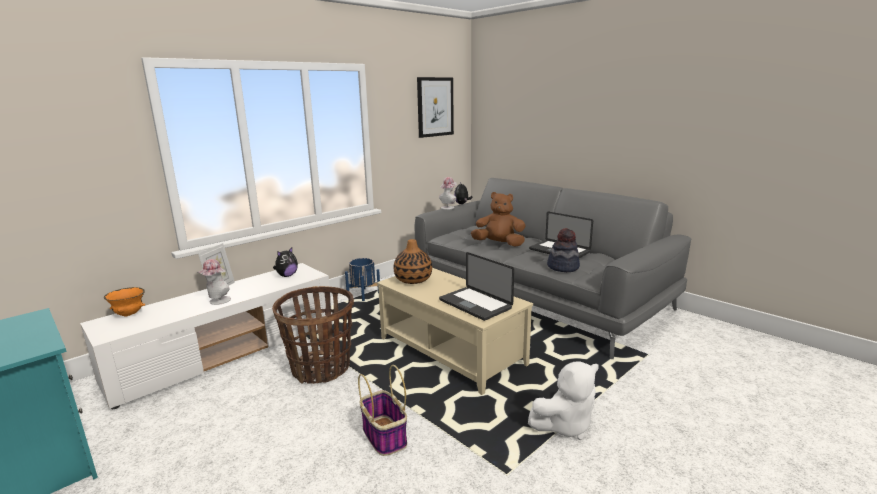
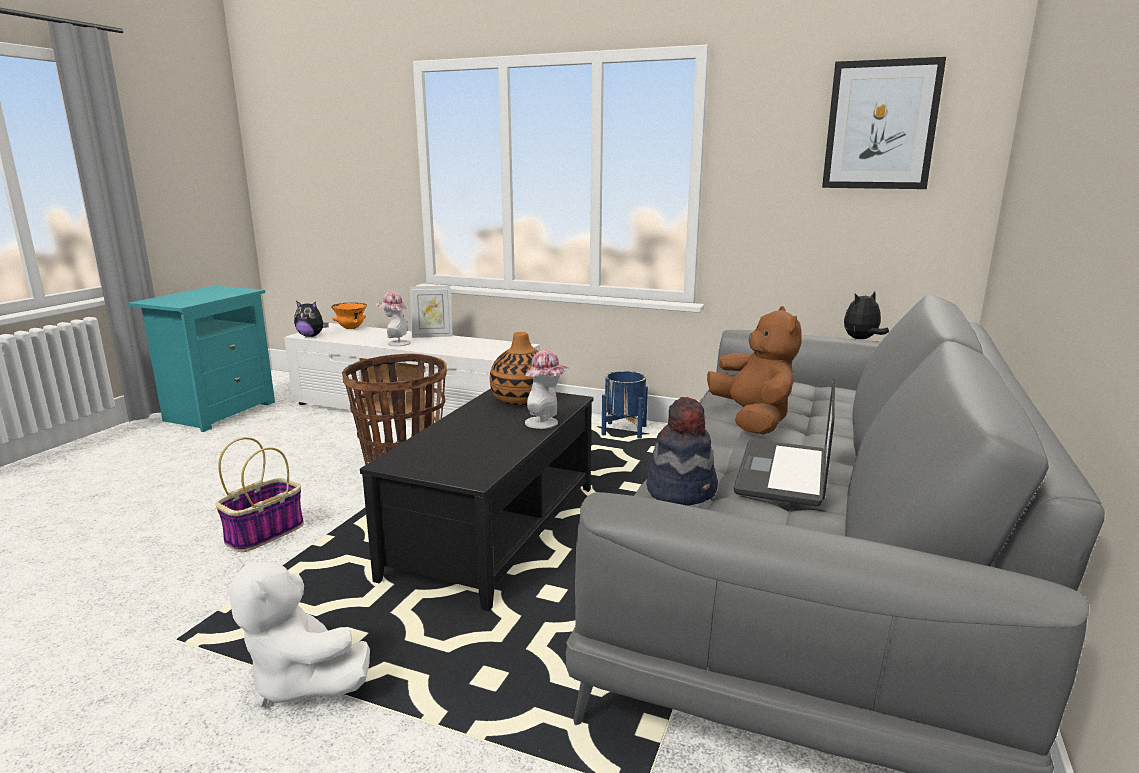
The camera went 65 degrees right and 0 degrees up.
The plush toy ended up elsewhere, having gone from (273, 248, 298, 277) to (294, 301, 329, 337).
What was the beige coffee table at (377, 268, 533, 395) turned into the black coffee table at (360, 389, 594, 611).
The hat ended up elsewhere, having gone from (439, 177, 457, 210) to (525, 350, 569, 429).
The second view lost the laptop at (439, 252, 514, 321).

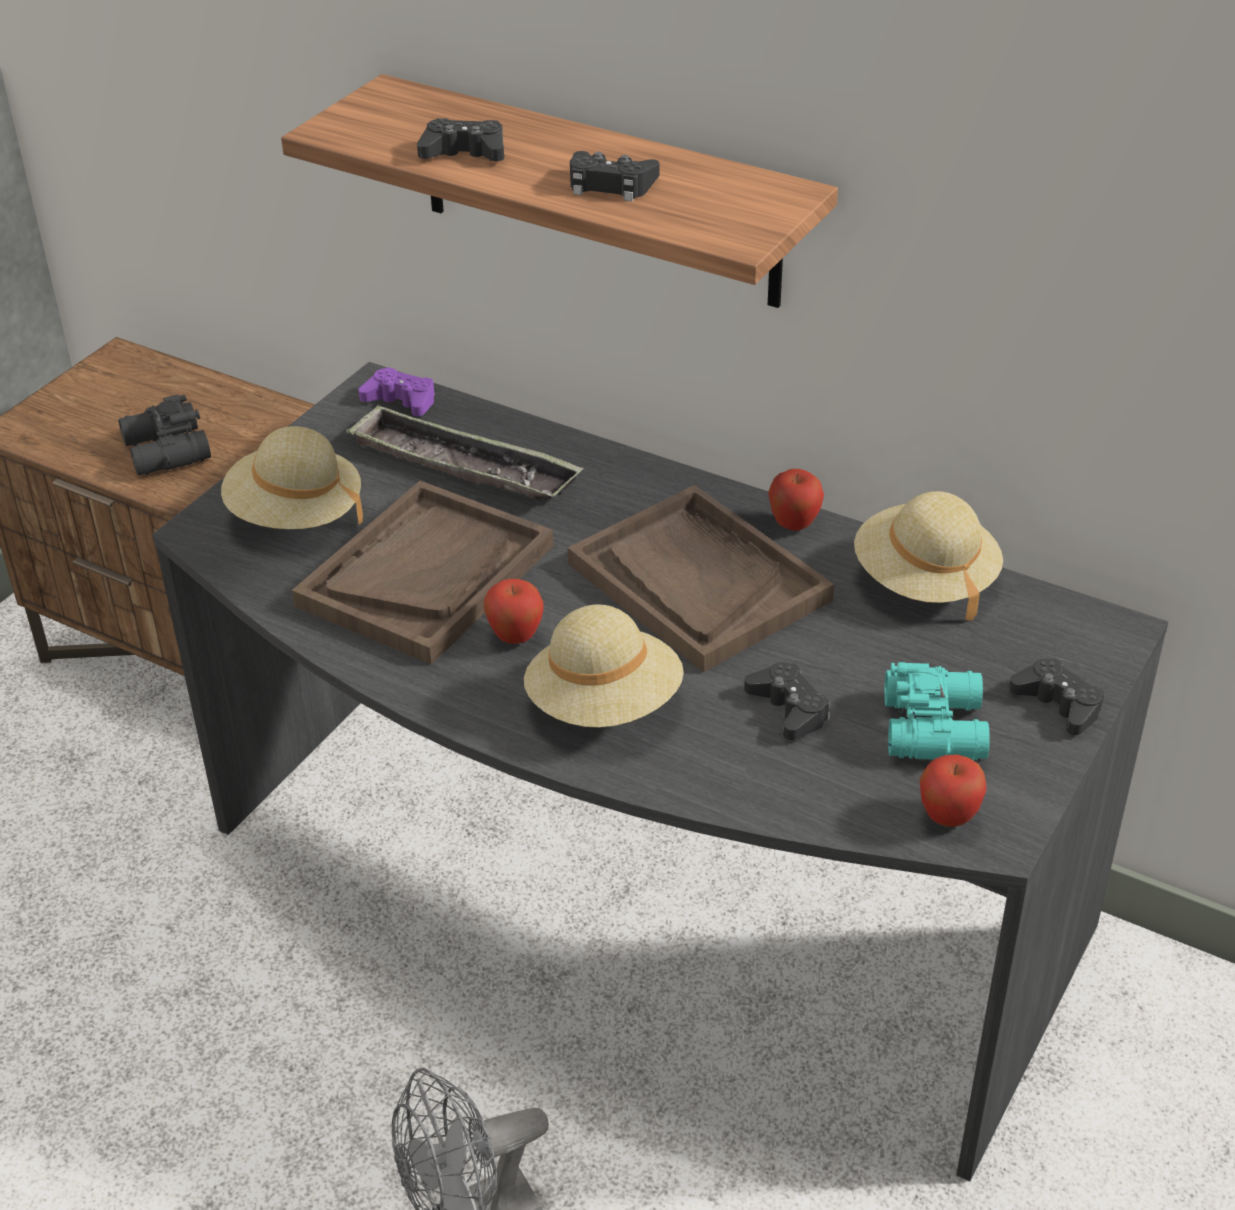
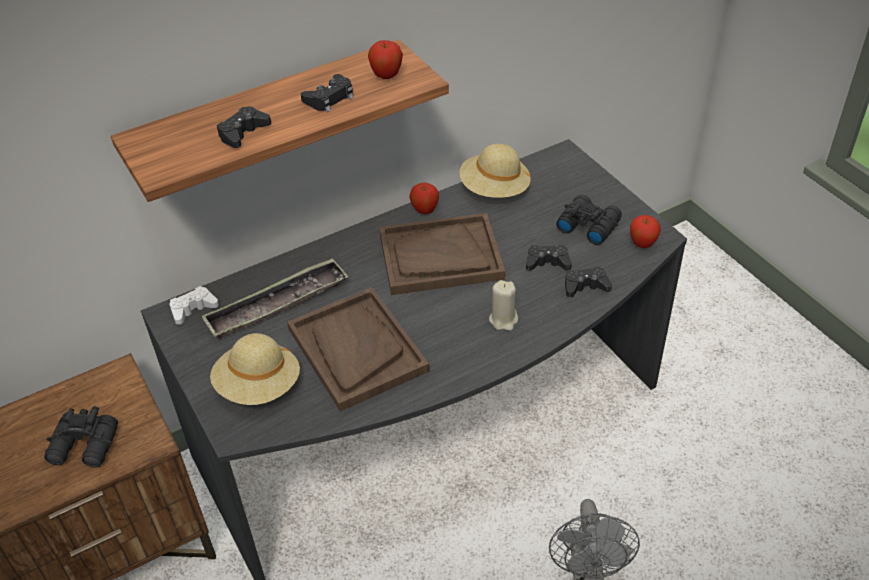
The camera went 60 degrees left and 5 degrees up.
What was the purple game controller at (359, 367, 435, 416) turned into the white game controller at (170, 286, 219, 325).
The apple ended up elsewhere, having gone from (484, 579, 544, 644) to (368, 40, 403, 79).
Where the beige hat stood at (524, 604, 684, 728), the beige candle came to stand at (489, 280, 518, 331).
What was the turquoise binoculars at (885, 662, 990, 760) turned into the black binoculars at (556, 195, 622, 245).
The black game controller ended up elsewhere, having gone from (1009, 658, 1104, 735) to (565, 266, 612, 297).

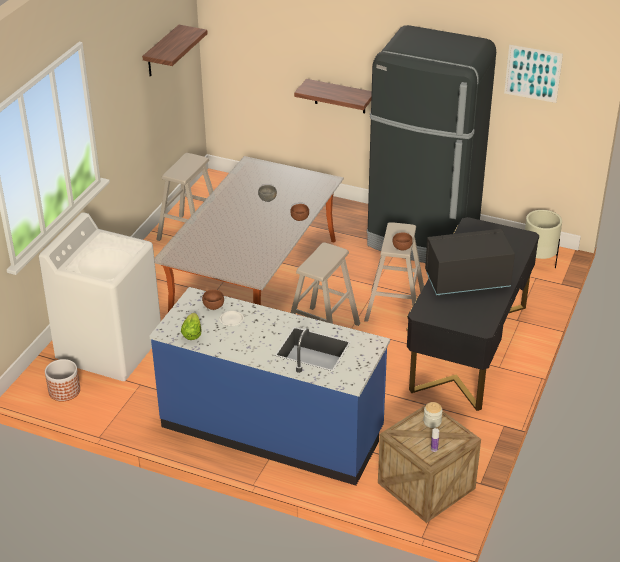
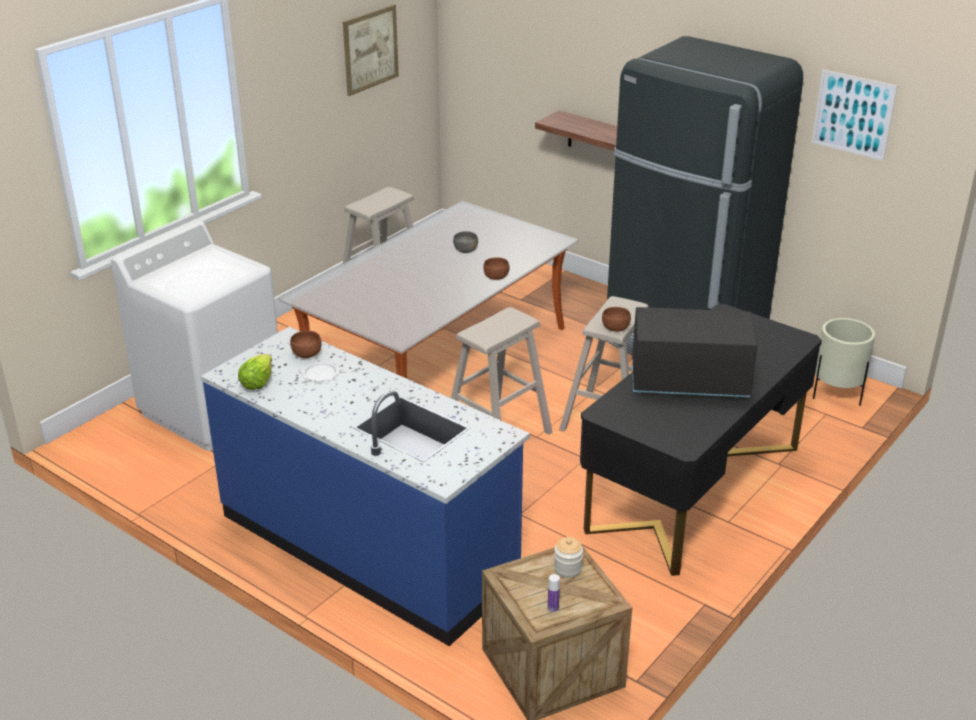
The camera went 15 degrees right and 5 degrees down.
Where the shelf hung at (142, 25, 208, 77), the picture came to hang at (343, 4, 399, 96).
The second view lost the planter at (45, 359, 80, 401).

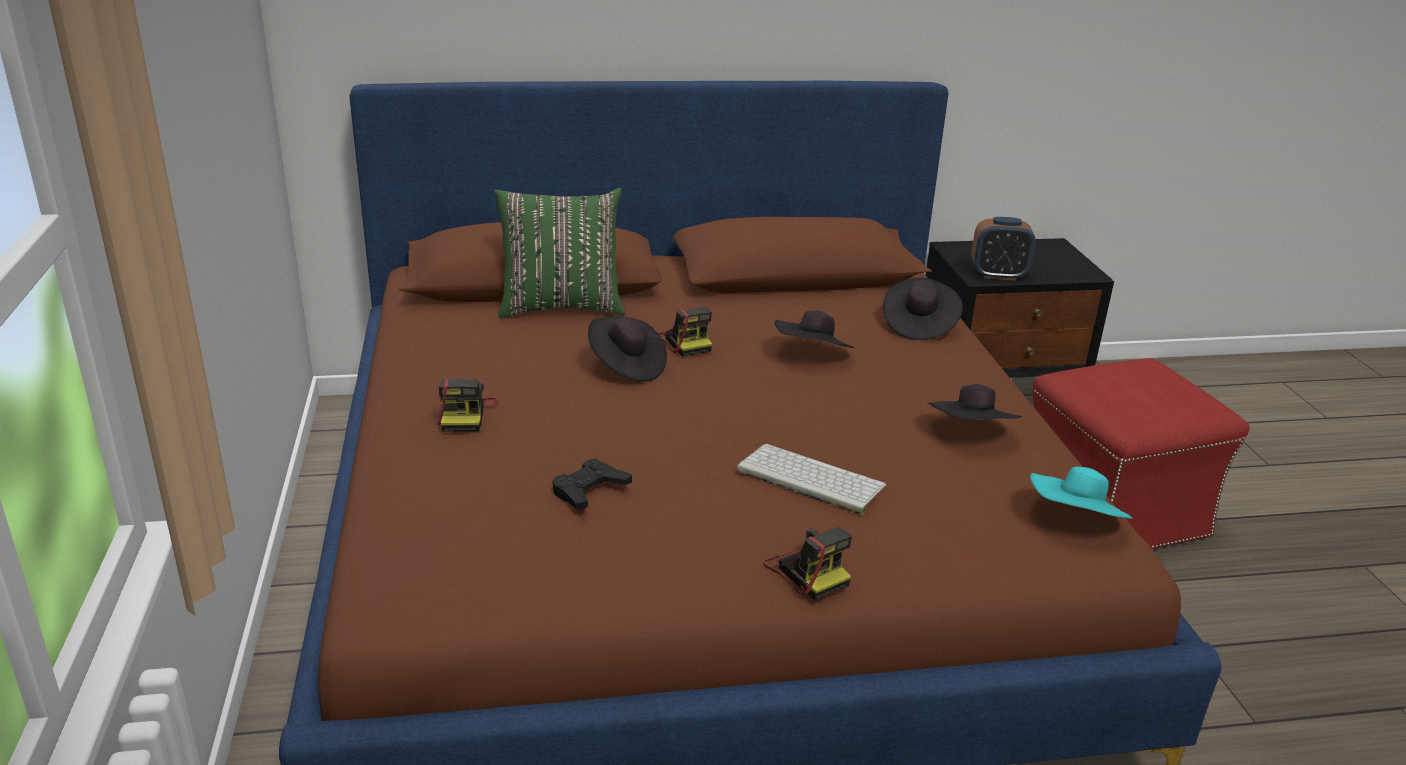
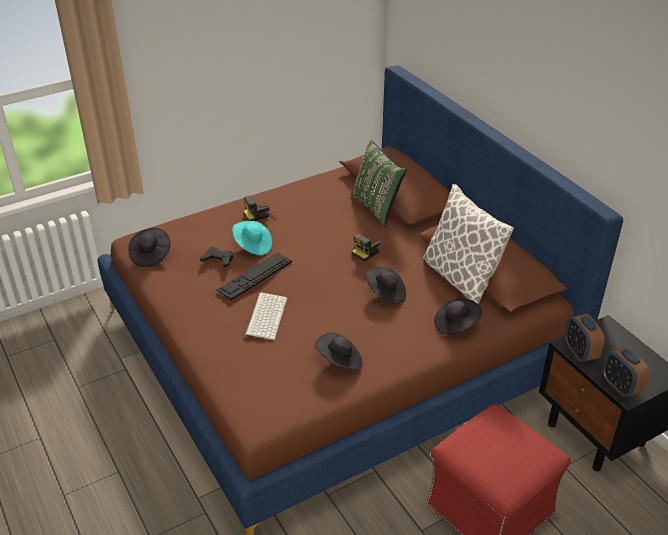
The camera went 70 degrees right and 10 degrees up.
The black hat ended up elsewhere, having gone from (588, 316, 667, 382) to (128, 228, 170, 267).
The second view gained the keyboard at (217, 253, 292, 300).
The turquoise hat ended up elsewhere, having gone from (1030, 467, 1132, 519) to (232, 221, 272, 255).
The second view gained the pillow at (423, 184, 514, 305).
The second view gained the alarm clock at (602, 346, 650, 397).
The second view lost the photo camera at (763, 527, 852, 600).

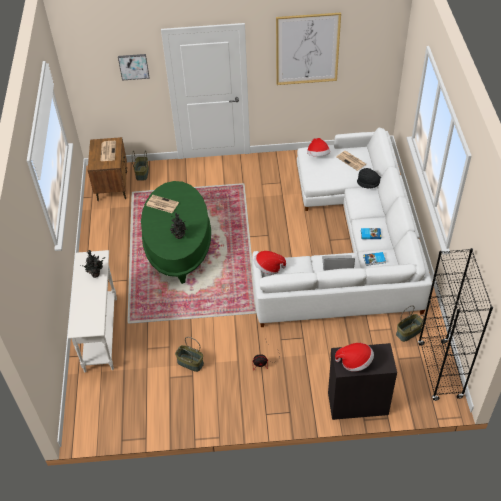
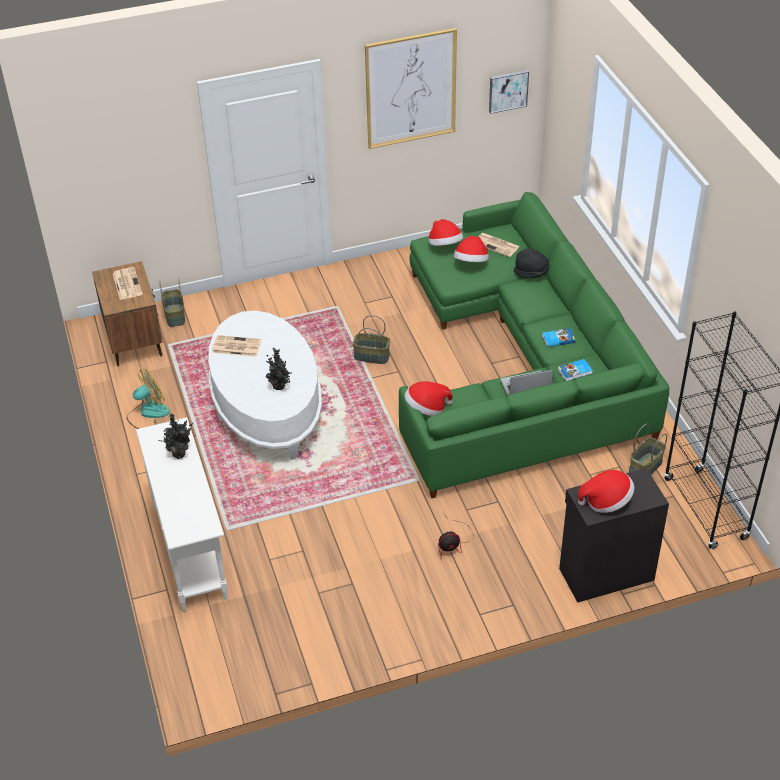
The camera went 15 degrees left and 5 degrees down.
The second view gained the fan at (127, 369, 170, 429).
What was the green coffee table at (141, 181, 211, 284) turned into the white coffee table at (208, 311, 322, 460).
The basket ended up elsewhere, having gone from (175, 337, 204, 372) to (353, 315, 390, 364).
What was the white sofa at (252, 128, 432, 327) turned into the green sofa at (399, 192, 669, 498).
The second view gained the hat at (454, 236, 489, 262).
The picture ended up elsewhere, having gone from (118, 54, 149, 81) to (489, 70, 529, 114).

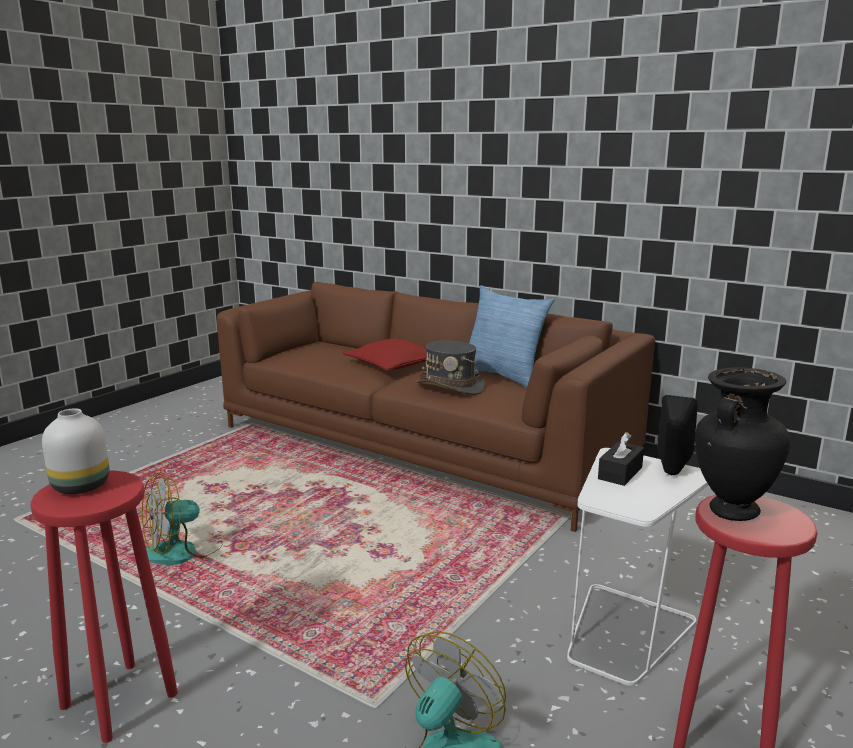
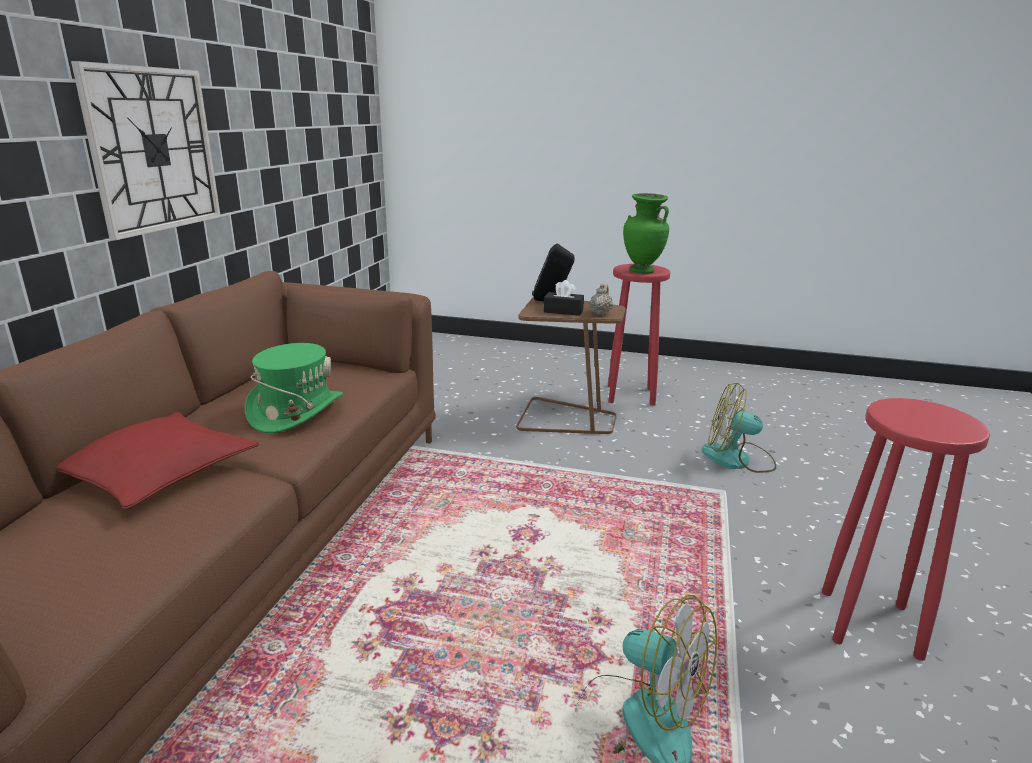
The camera went 110 degrees left and 5 degrees up.
The second view gained the wall clock at (71, 61, 221, 240).
What was the grey hat at (416, 341, 485, 395) turned into the green hat at (245, 343, 343, 433).
What was the white side table at (567, 448, 708, 686) turned into the brown side table at (516, 296, 626, 434).
The second view gained the beige teapot at (590, 284, 613, 315).
What was the black vase at (695, 367, 790, 521) turned into the green vase at (623, 193, 669, 274).
The second view lost the white vase at (42, 408, 109, 494).
The second view lost the pillow at (469, 285, 555, 388).

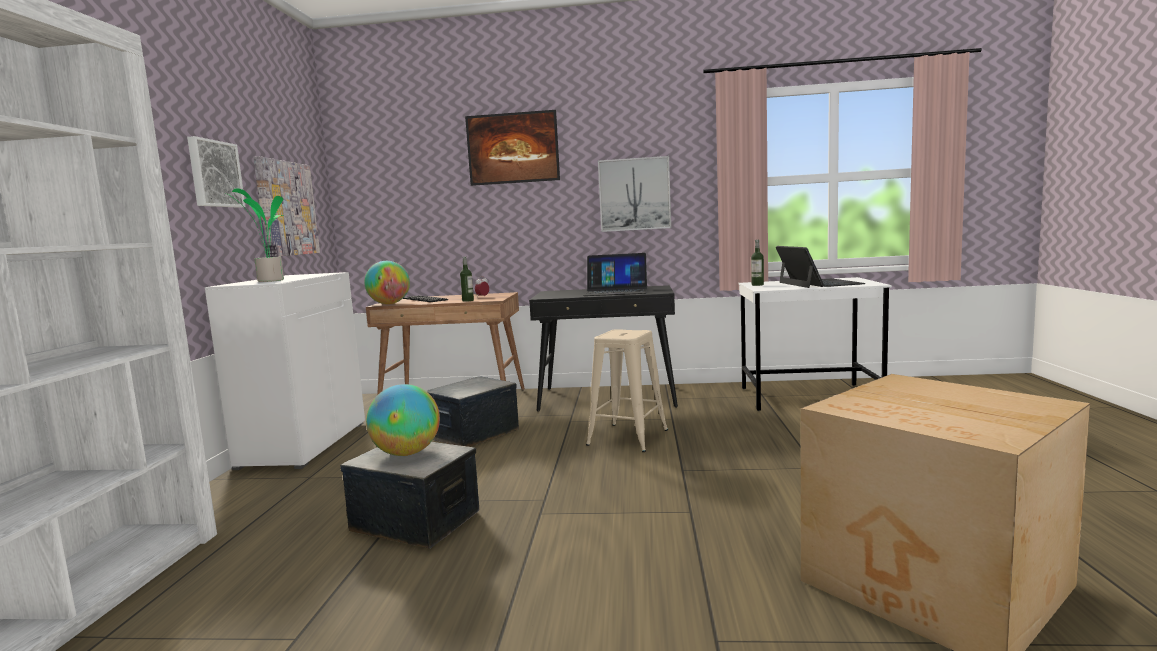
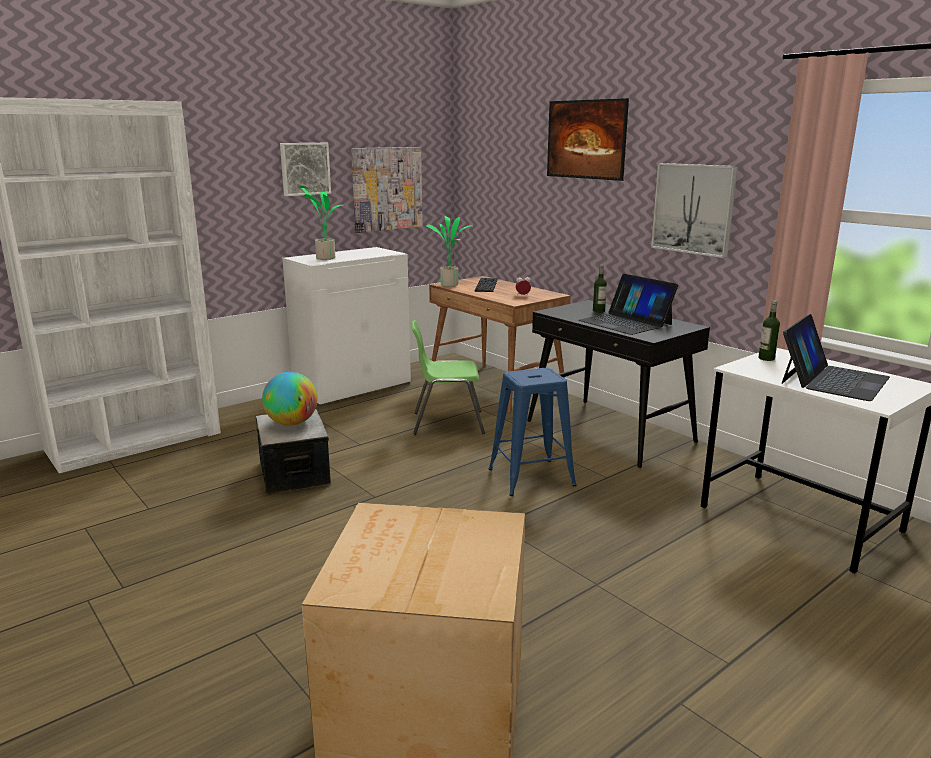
The camera went 45 degrees right and 10 degrees up.
Where the storage box stood at (426, 376, 519, 447), the green chair came to stand at (412, 320, 485, 435).
Where the globe stood at (364, 261, 410, 304), the potted plant came to stand at (426, 216, 472, 287).
What was the beige stool at (586, 329, 668, 452) turned into the blue stool at (488, 368, 577, 496).
The bottle ended up elsewhere, having gone from (460, 257, 474, 302) to (593, 265, 607, 313).

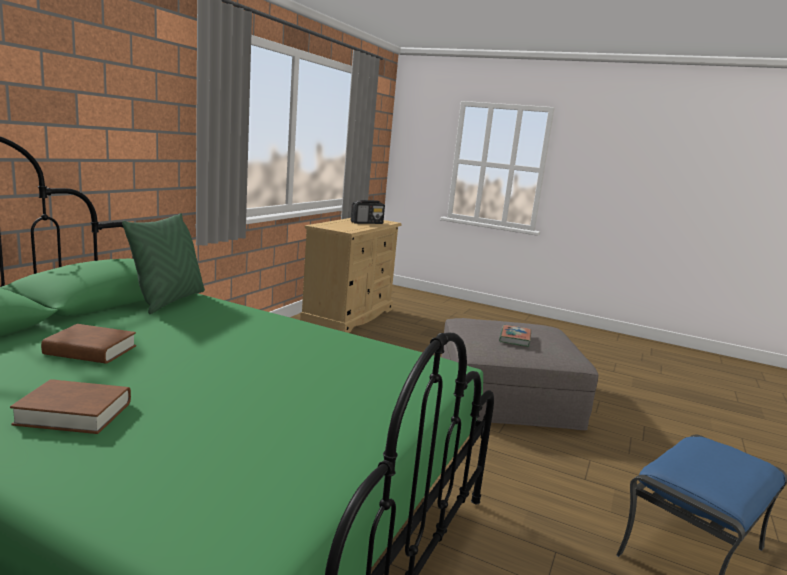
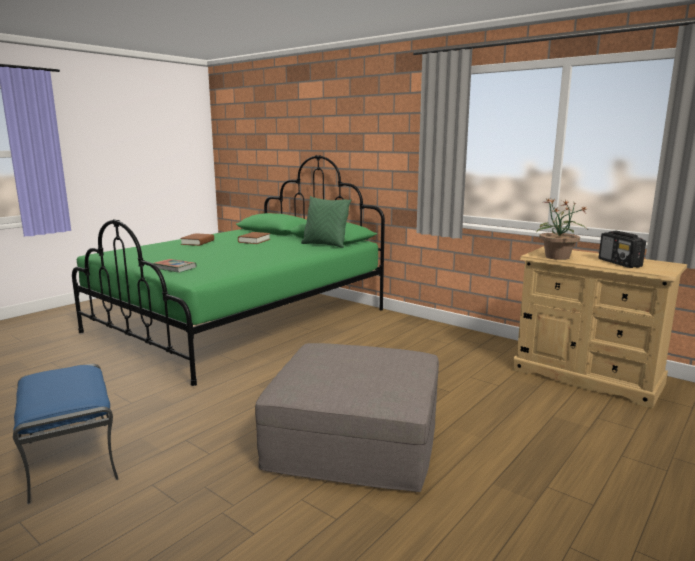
The camera went 105 degrees right and 0 degrees up.
The book ended up elsewhere, having gone from (499, 325, 531, 347) to (153, 259, 197, 273).
The second view gained the potted plant at (536, 198, 589, 260).

